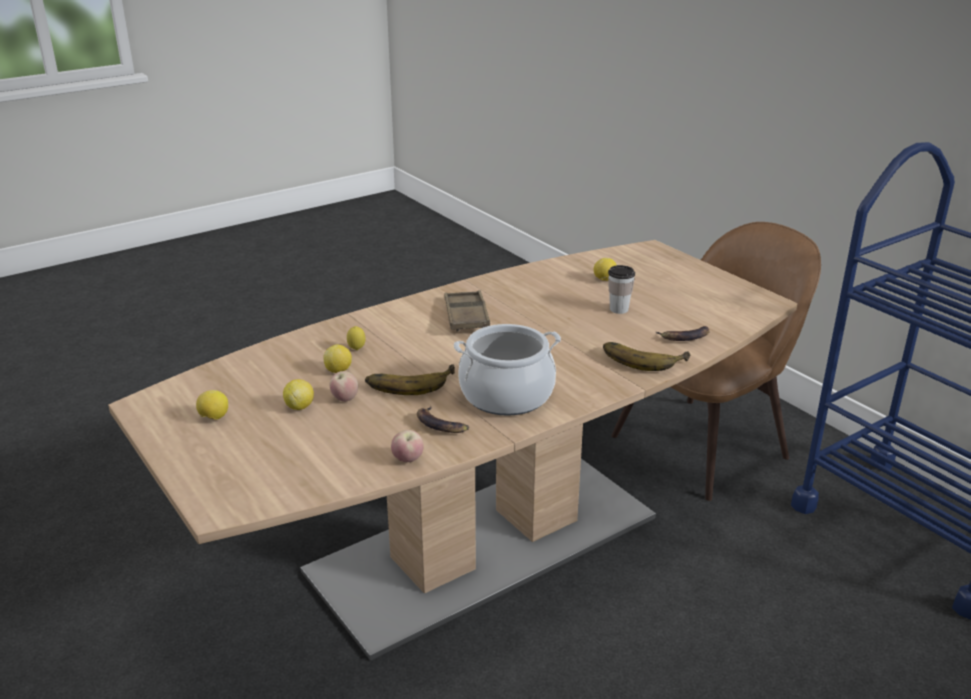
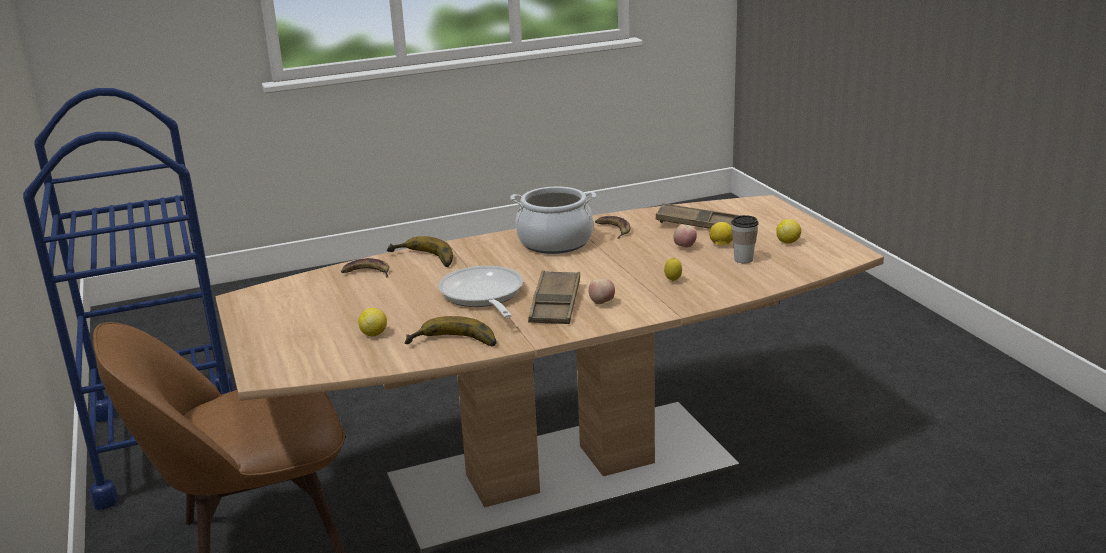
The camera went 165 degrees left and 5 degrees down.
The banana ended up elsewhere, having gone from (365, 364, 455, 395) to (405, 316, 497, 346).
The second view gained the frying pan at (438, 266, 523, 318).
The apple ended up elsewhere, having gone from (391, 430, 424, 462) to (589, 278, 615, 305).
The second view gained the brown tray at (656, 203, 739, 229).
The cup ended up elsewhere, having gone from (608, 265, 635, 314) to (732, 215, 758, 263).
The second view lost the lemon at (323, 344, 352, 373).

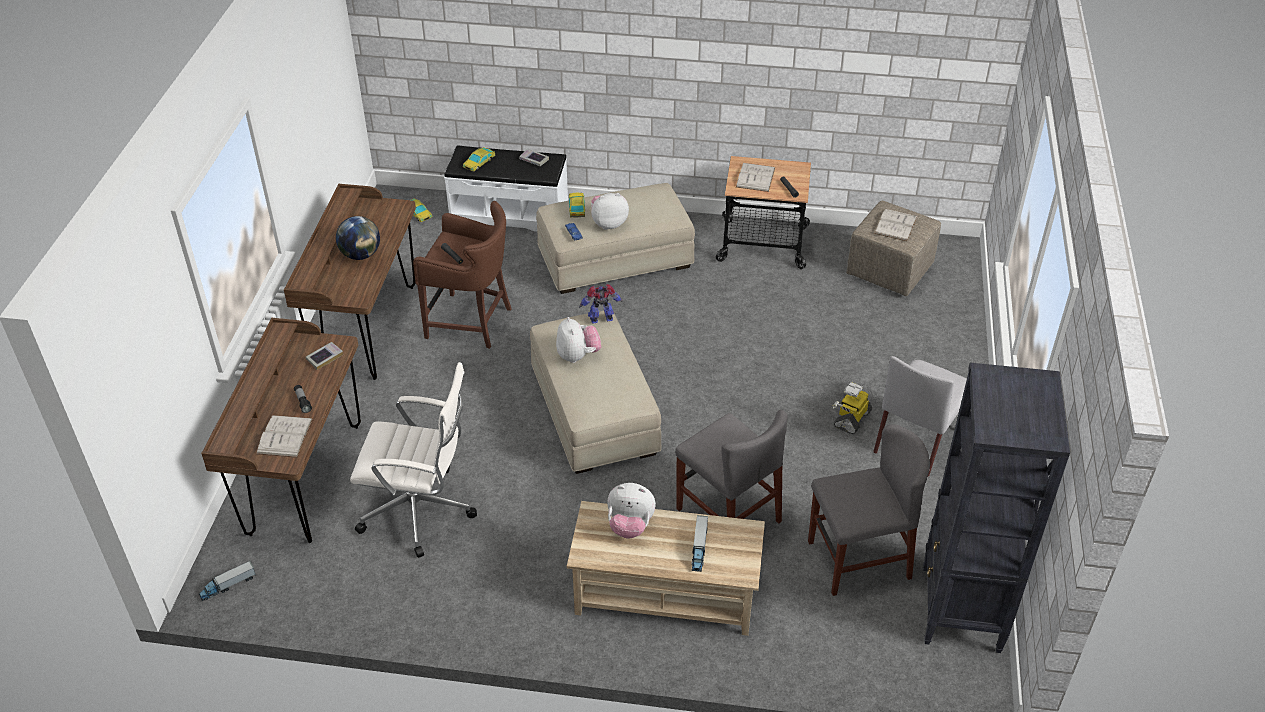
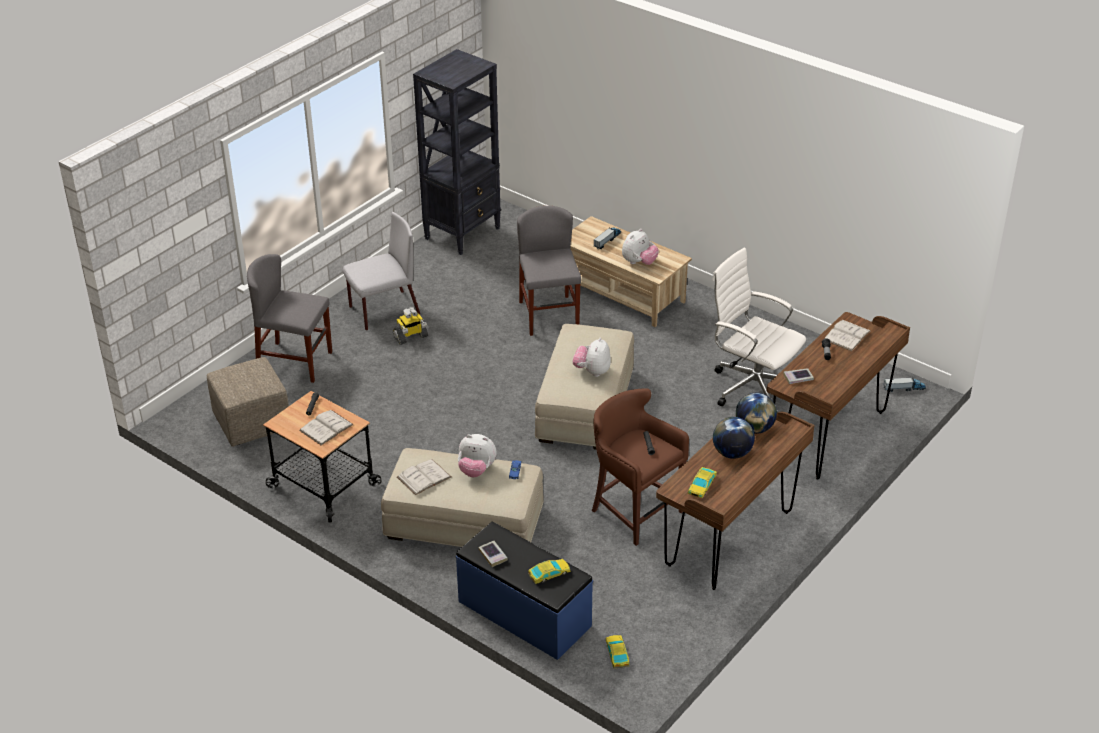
The camera went 150 degrees left and 5 degrees down.
The grey chair ended up elsewhere, having gone from (808, 424, 930, 596) to (247, 254, 332, 383).
The white book ended up elsewhere, having gone from (874, 209, 918, 241) to (397, 459, 451, 495).
What was the white bench at (444, 145, 568, 232) turned into the blue bench at (456, 522, 593, 660).
The plush toy at (607, 483, 656, 538) ended up facing another way, 90 degrees clockwise from before.
The toy car ended up elsewhere, having gone from (569, 193, 585, 217) to (688, 467, 717, 498).
The second view gained the globe at (736, 393, 777, 434).
The second view lost the toy robot at (579, 284, 622, 324).

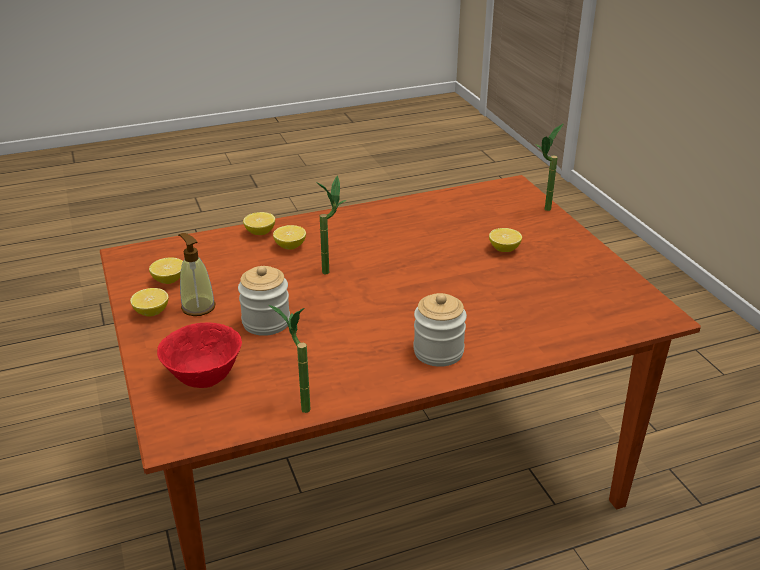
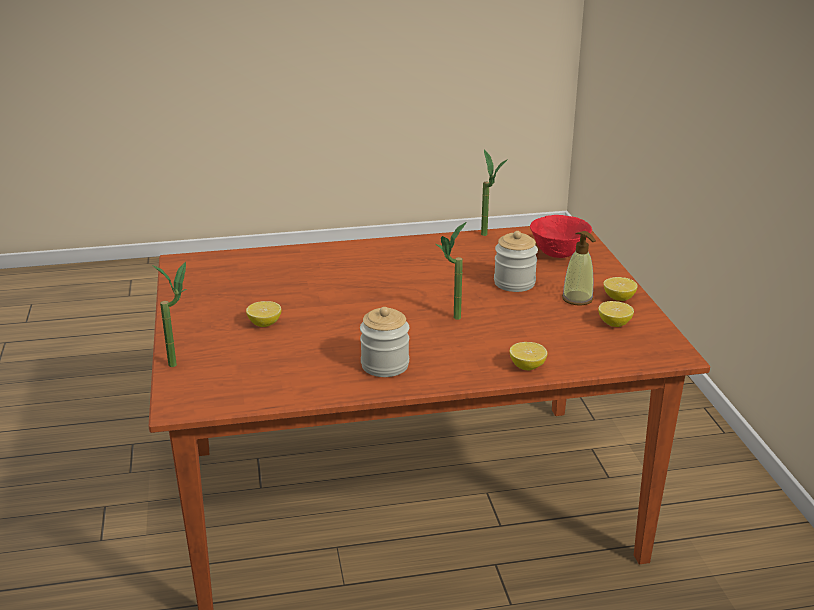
The camera went 170 degrees left and 5 degrees down.
The jar ended up elsewhere, having gone from (413, 293, 467, 367) to (360, 307, 409, 377).
The second view lost the lemon at (273, 225, 306, 250).

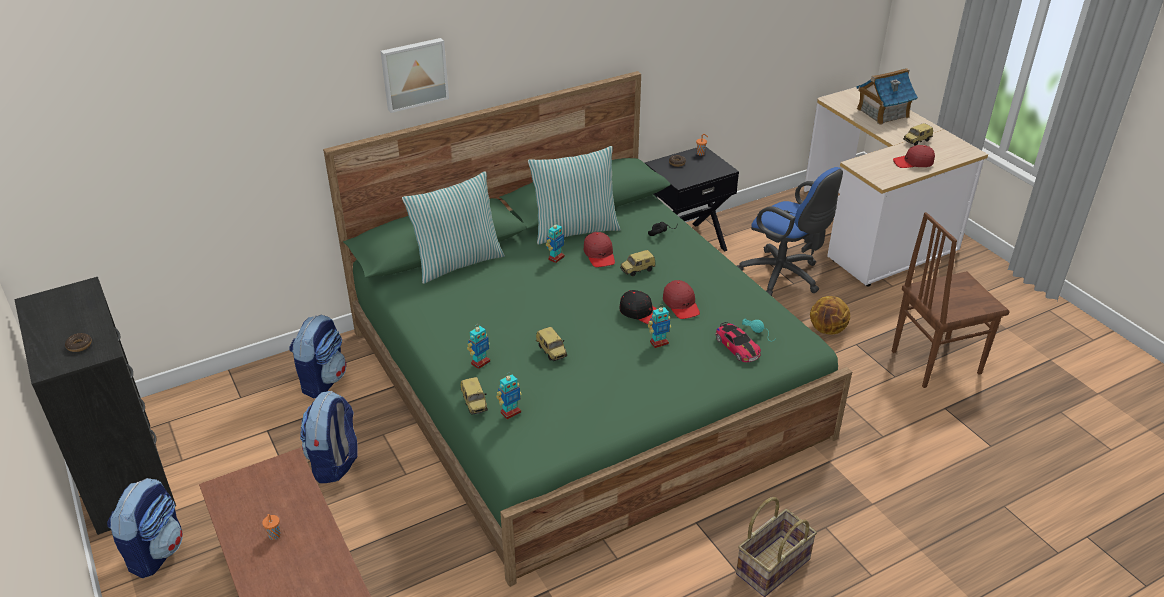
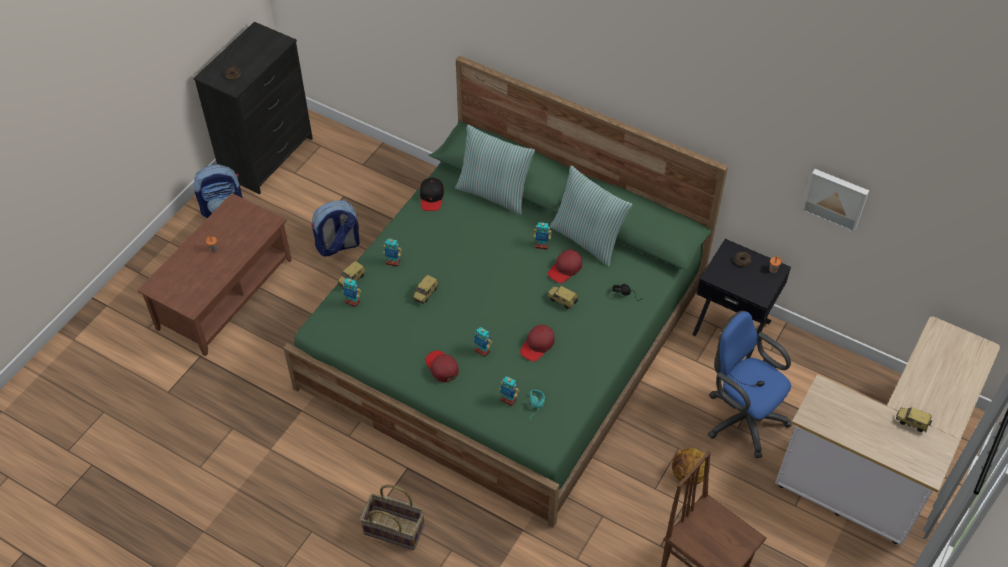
The camera went 60 degrees right and 15 degrees up.
The black cap ended up elsewhere, having gone from (619, 290, 657, 324) to (420, 177, 444, 211).
The red cap ended up elsewhere, having gone from (893, 145, 935, 168) to (425, 351, 459, 382).
Where the toy car stood at (715, 322, 761, 362), the toy robot came to stand at (499, 376, 519, 406).
The blue office chair at (737, 167, 843, 296) ended up facing another way, 120 degrees clockwise from before.
The picture ended up elsewhere, having gone from (380, 38, 449, 113) to (801, 169, 869, 232).
The second view lost the backpack at (290, 315, 346, 398).
The second view lost the toy house at (856, 68, 918, 125).

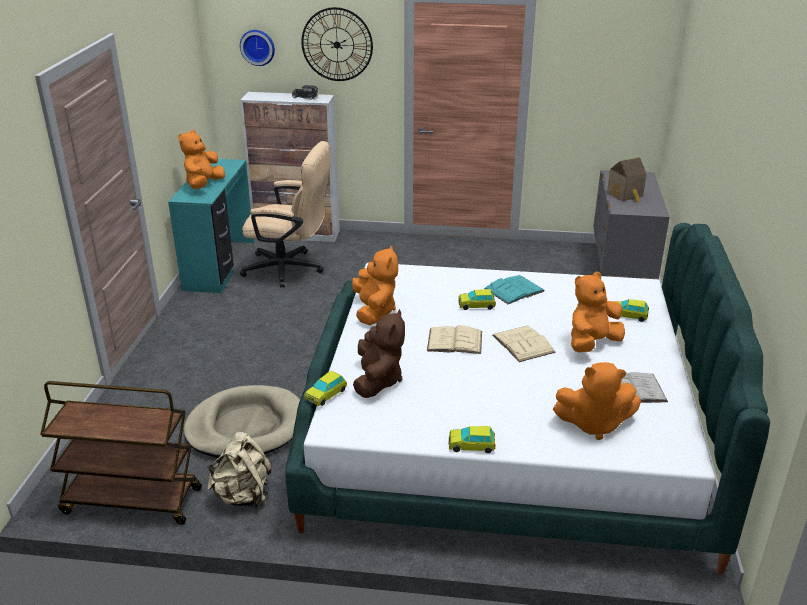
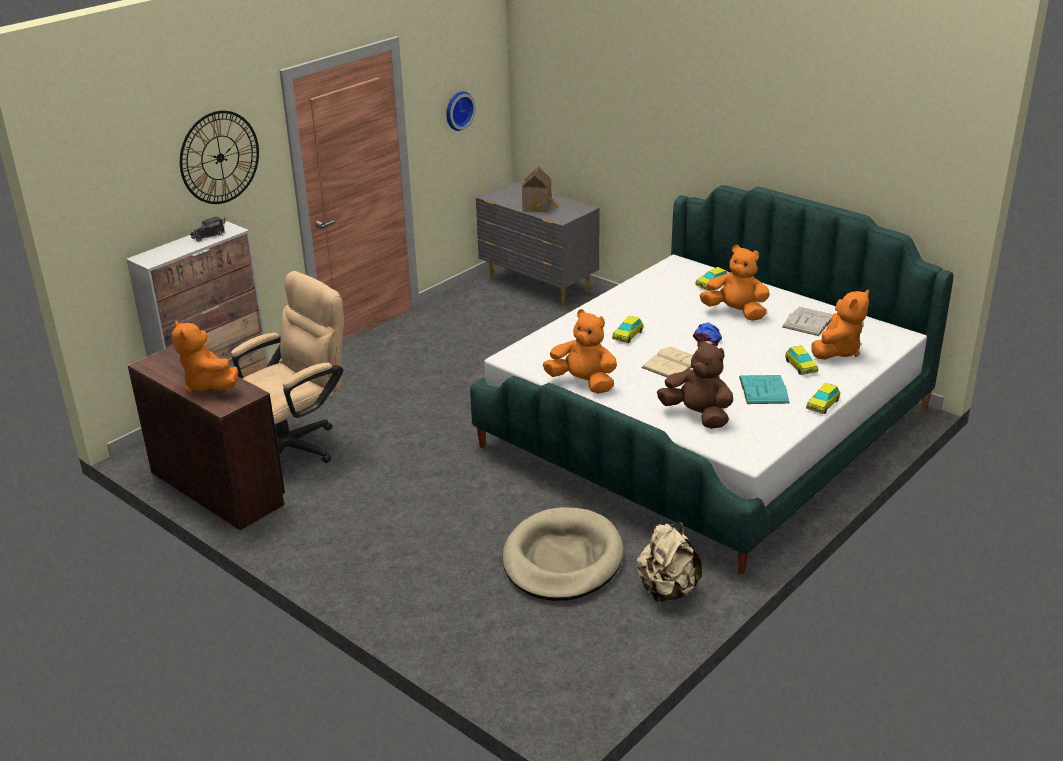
The camera went 55 degrees left and 0 degrees up.
What was the turquoise desk at (168, 159, 254, 293) turned into the brown desk at (127, 345, 285, 530).
The wall clock ended up elsewhere, having gone from (240, 30, 275, 66) to (446, 91, 476, 131).
Where the beige book stood at (492, 325, 556, 362), the blue cap came to stand at (693, 323, 722, 346).
The orange plush toy at (571, 272, 625, 353) ended up facing another way, 120 degrees clockwise from before.
The turquoise book ended up elsewhere, having gone from (484, 275, 545, 304) to (739, 375, 790, 404).
The toy car ended up elsewhere, having gone from (304, 371, 347, 406) to (785, 346, 818, 375).
The second view lost the brown cart at (40, 381, 202, 525).

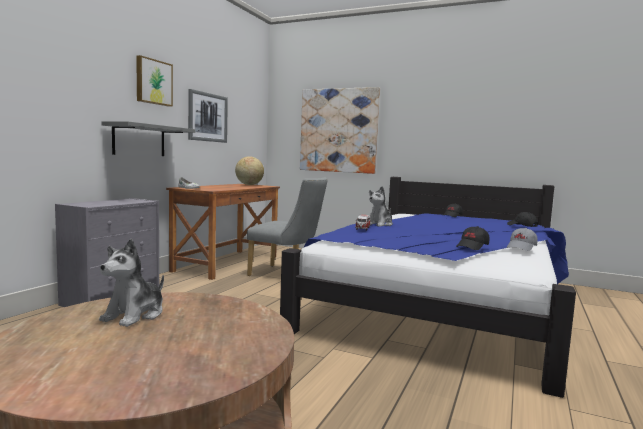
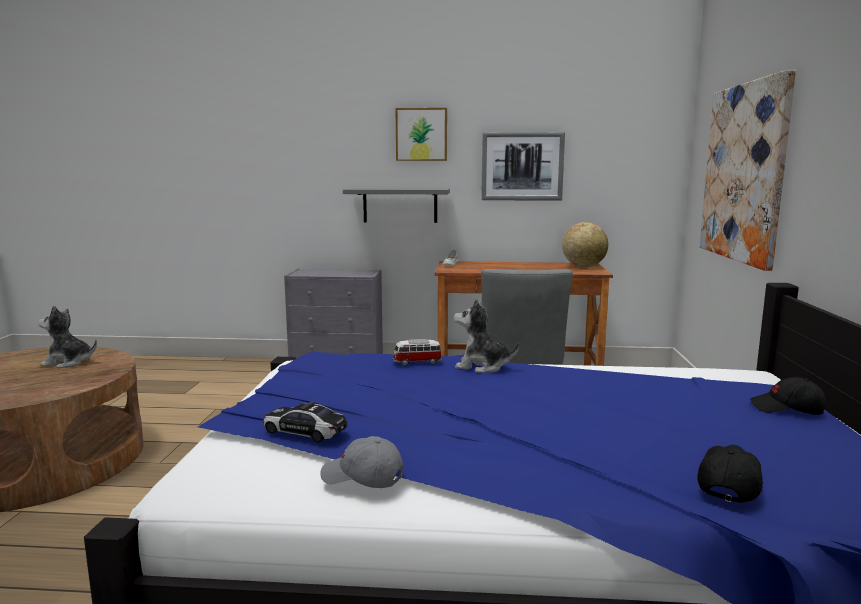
The camera went 70 degrees right and 5 degrees up.
Where the black cap stood at (456, 226, 489, 250), the toy car came to stand at (263, 401, 348, 443).

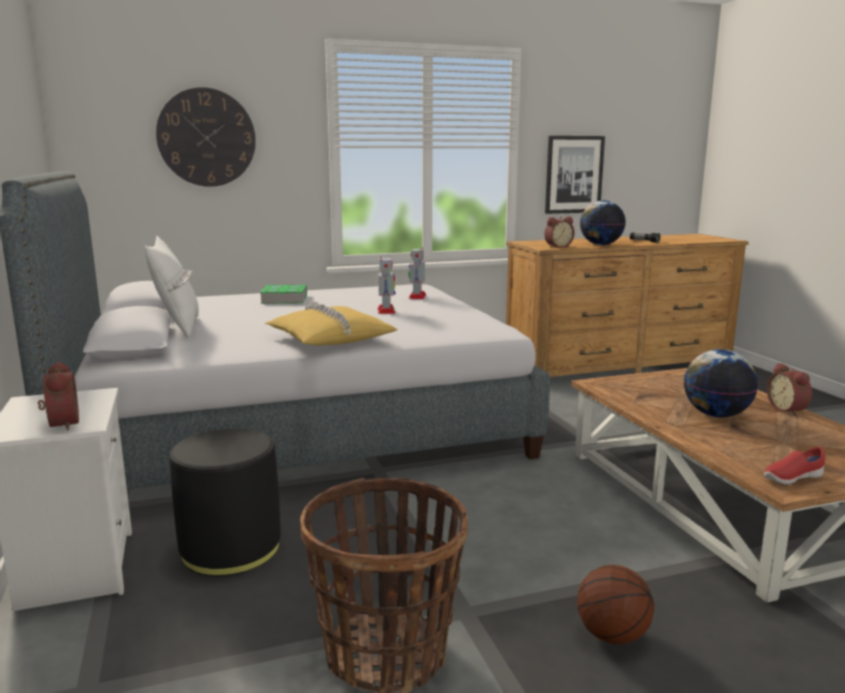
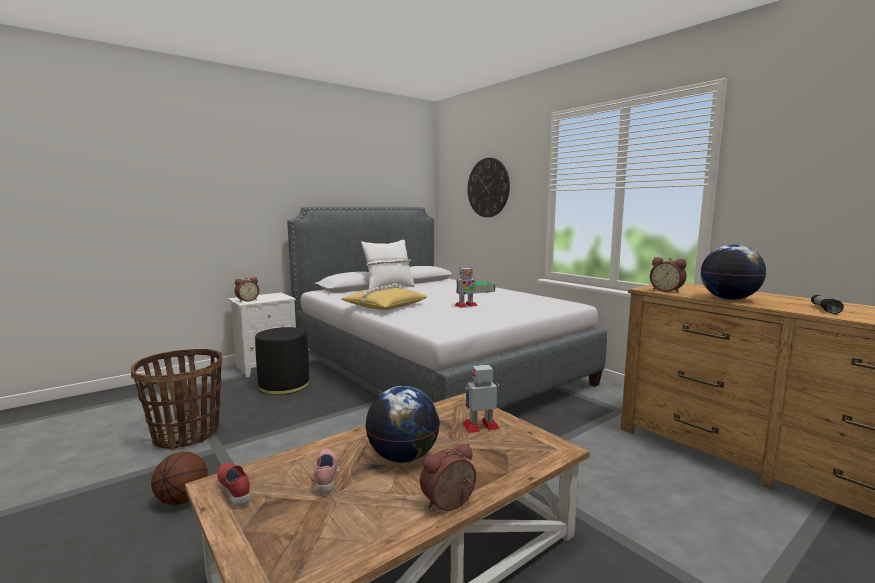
The camera went 70 degrees right and 5 degrees down.
The second view gained the pink shoe at (315, 449, 338, 494).
The toy robot ended up elsewhere, having gone from (409, 248, 426, 299) to (463, 365, 500, 433).
The second view lost the picture at (545, 136, 605, 214).

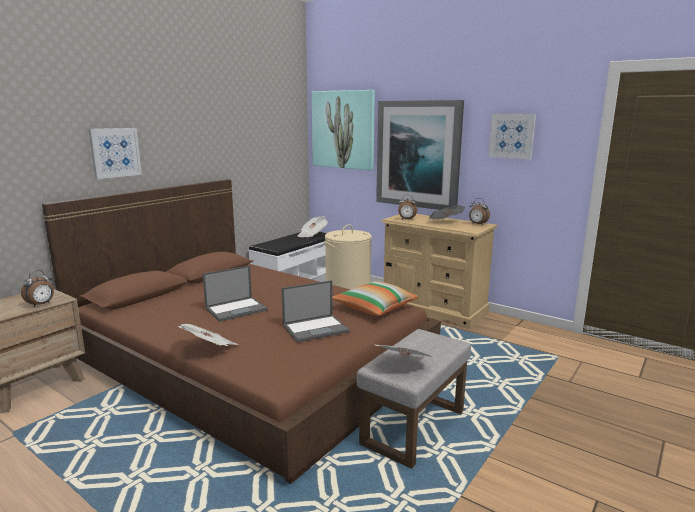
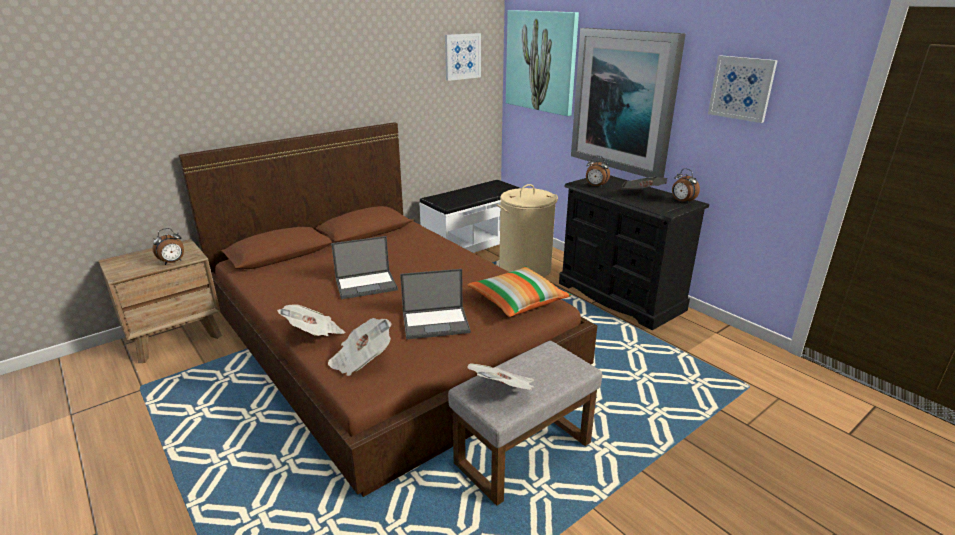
The camera went 15 degrees right and 10 degrees up.
The newspaper ended up elsewhere, having gone from (298, 216, 328, 237) to (328, 318, 392, 376).
The picture ended up elsewhere, having gone from (89, 128, 142, 179) to (445, 33, 481, 81).
What was the beige dresser at (382, 214, 497, 329) turned into the black dresser at (559, 175, 709, 330).

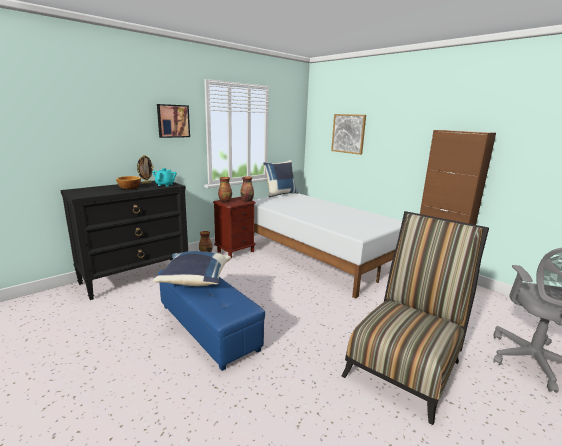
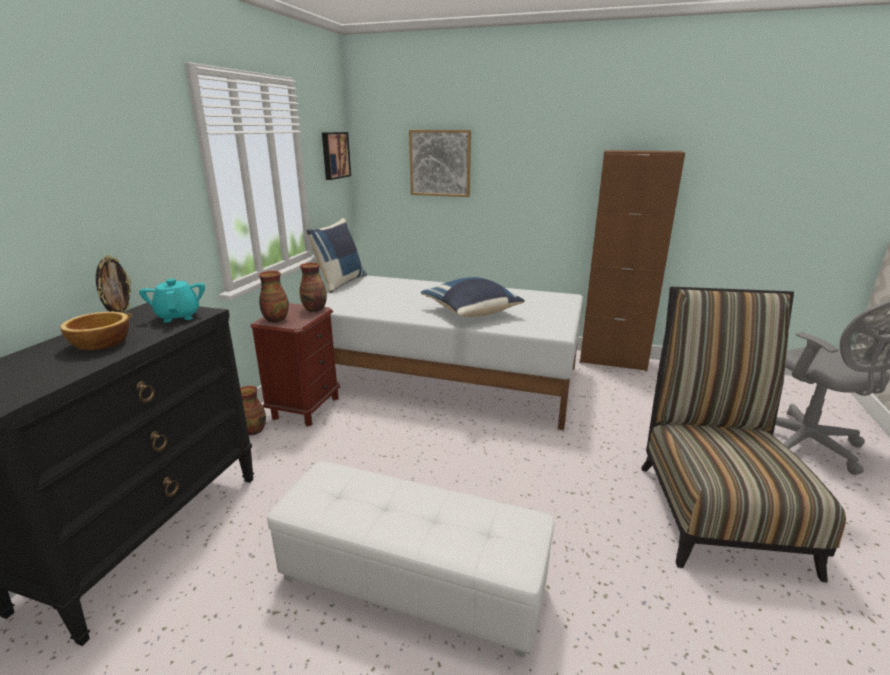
The camera went 30 degrees left and 5 degrees up.
What was the blue ottoman at (158, 270, 265, 371) turned into the white ottoman at (267, 462, 554, 658).
The picture ended up elsewhere, having gone from (157, 104, 190, 138) to (322, 132, 351, 180).
The blue pillow ended up elsewhere, having gone from (153, 251, 231, 286) to (421, 277, 525, 317).

